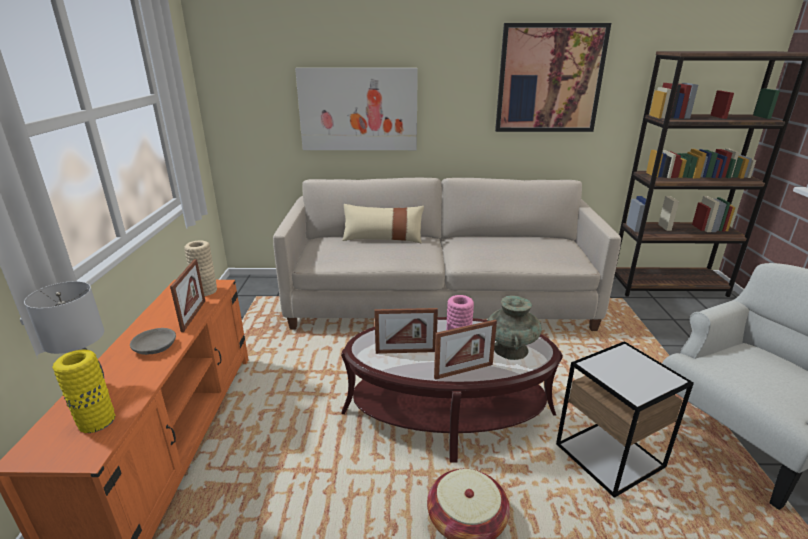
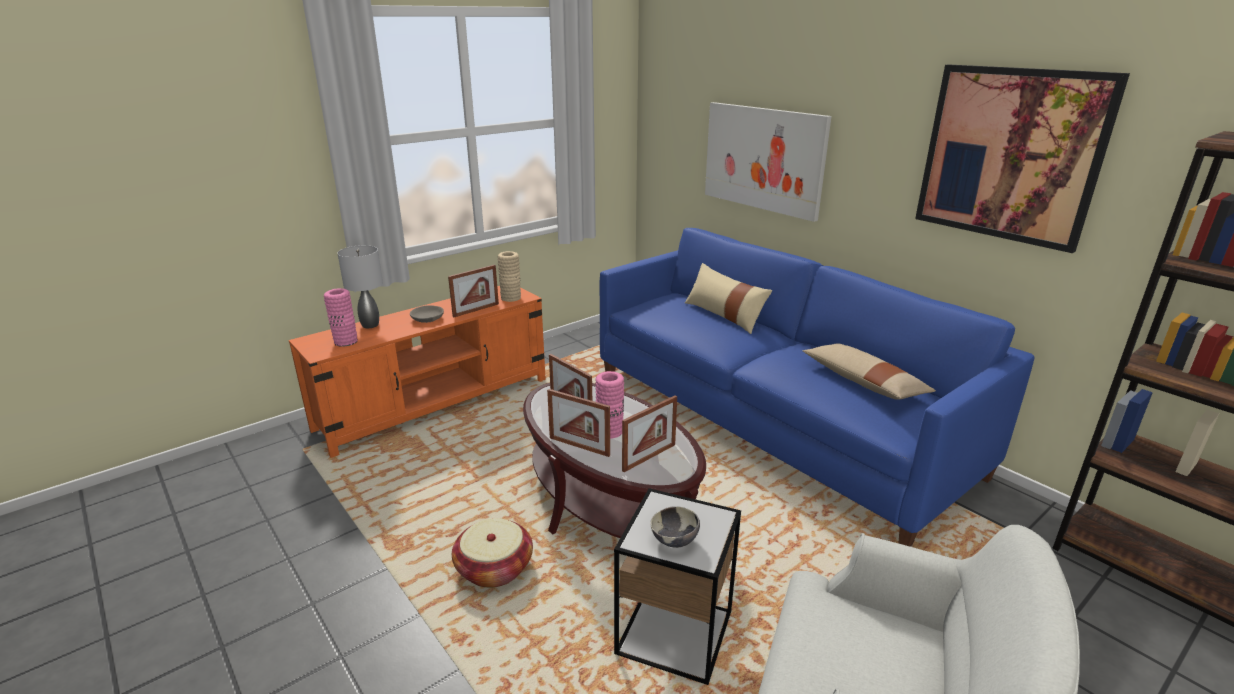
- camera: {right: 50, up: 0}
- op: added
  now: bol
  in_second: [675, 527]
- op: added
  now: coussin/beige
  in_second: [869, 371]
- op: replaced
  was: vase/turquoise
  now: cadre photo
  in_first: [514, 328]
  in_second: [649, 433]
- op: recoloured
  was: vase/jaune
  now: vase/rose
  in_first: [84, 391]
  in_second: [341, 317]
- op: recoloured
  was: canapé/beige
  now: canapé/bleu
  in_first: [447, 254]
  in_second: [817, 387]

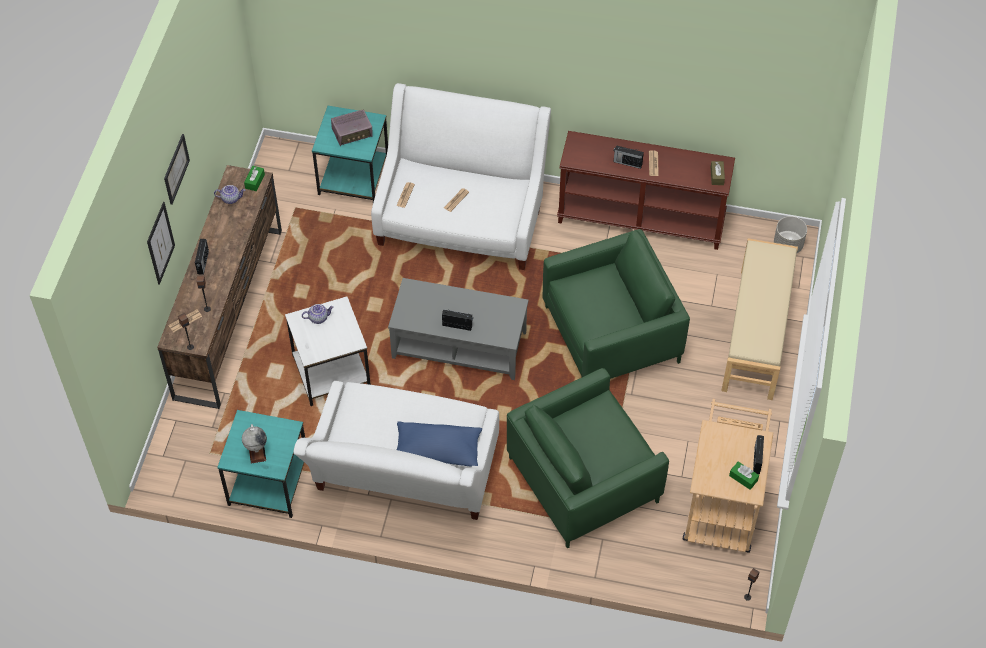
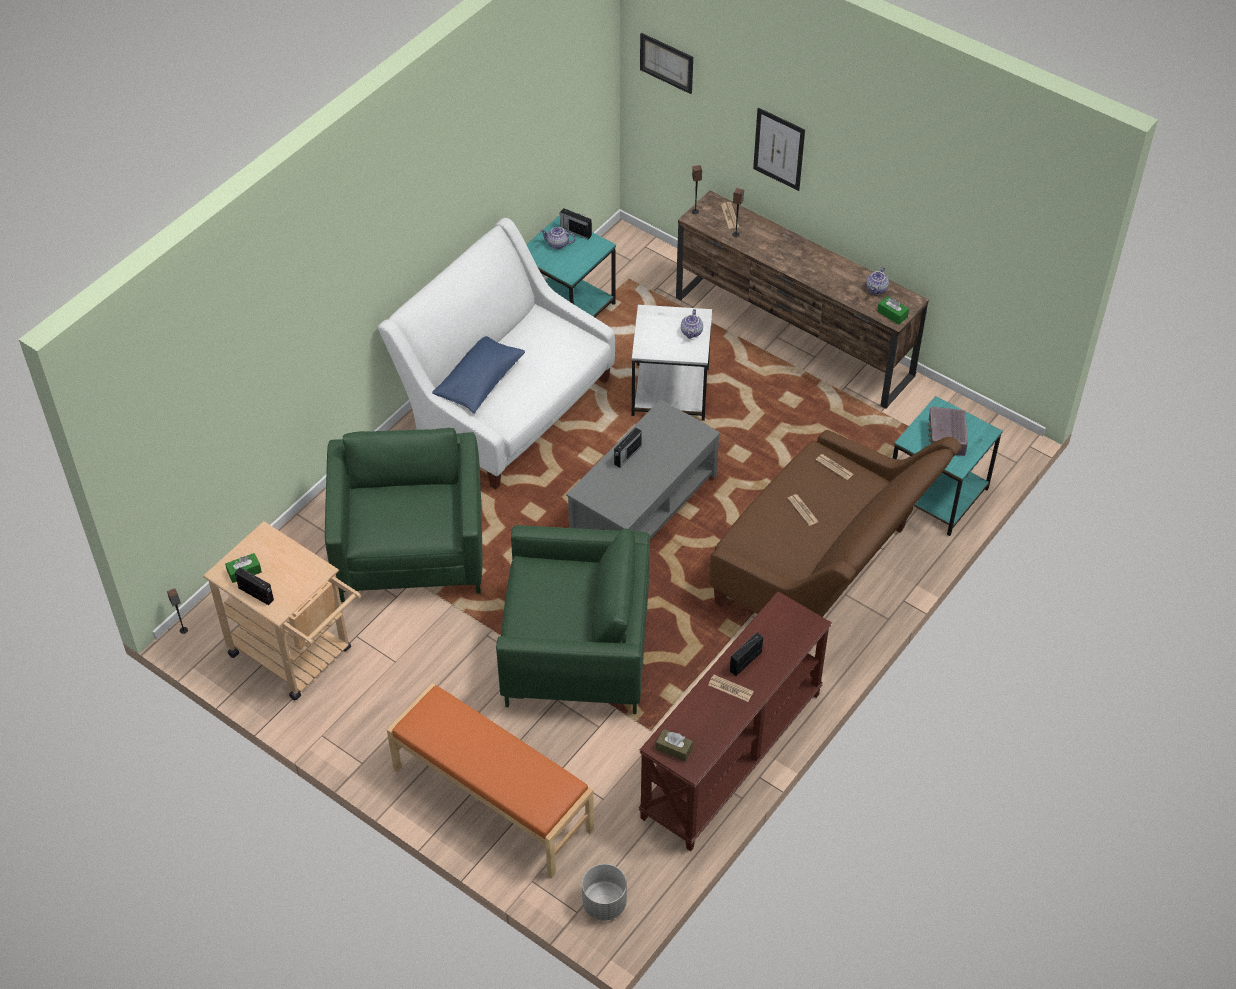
- camera: {right: 115, up: -5}
- op: moved
  was: tableau
  in_first: [177, 169]
  in_second: [666, 63]
- op: moved
  was: radio
  in_first: [202, 257]
  in_second: [576, 223]
- op: replaced
  was: globe
  now: théière
  in_first: [254, 444]
  in_second: [558, 238]
- op: recoloured
  was: canapé/blanc
  now: canapé/marron
  in_first: [461, 176]
  in_second: [836, 523]
- op: recoloured
  was: banc/beige
  now: banc/orange
  in_first: [759, 319]
  in_second: [490, 780]
- op: turned
  was: fauteuil/vert
  in_first: [616, 304]
  in_second: [573, 619]
  clockwise: -90

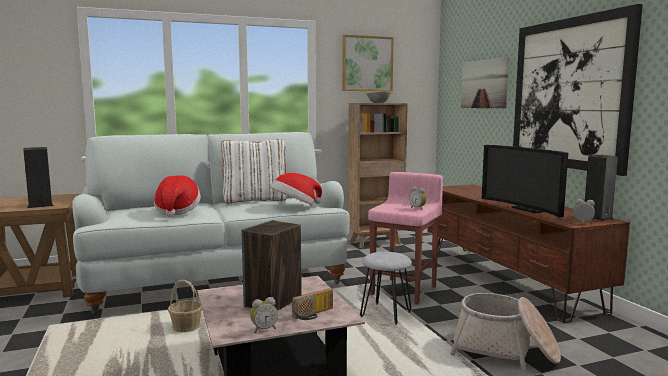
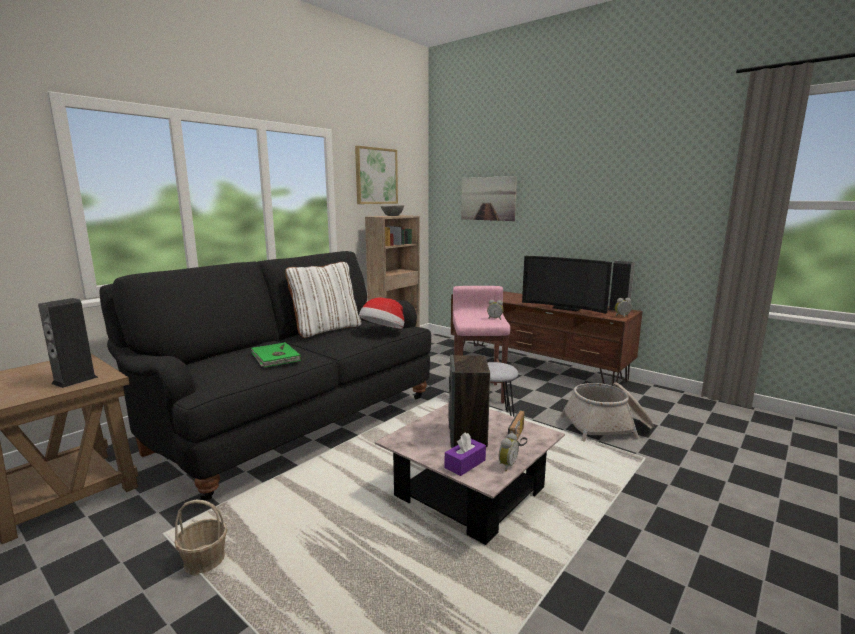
- camera: {right: -30, up: 5}
- op: removed
  was: tableau
  in_first: [578, 90]
- op: added
  now: boîte à mouchoirs/violet
  in_second: [465, 454]
- op: moved
  was: panier
  in_first: [185, 306]
  in_second: [200, 537]
- op: replaced
  was: chapeau
  now: livre/vert
  in_first: [177, 196]
  in_second: [276, 355]
- op: recoloured
  was: canapé/blanc
  now: canapé/noir
  in_first: [211, 223]
  in_second: [265, 376]

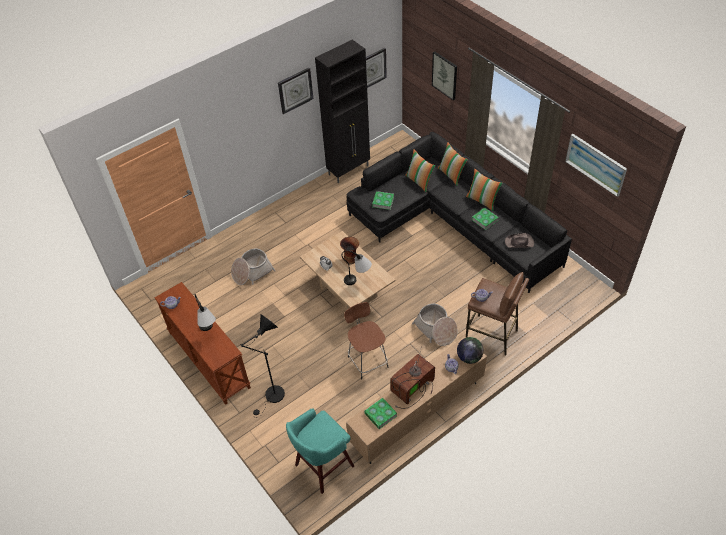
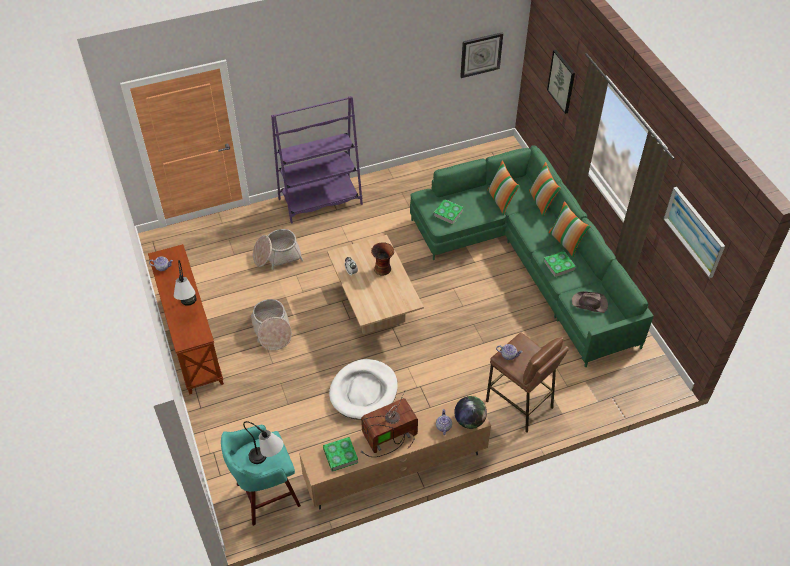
- camera: {right: 15, up: 0}
- op: removed
  was: lampadaire/noir
  in_first: [263, 366]
- op: removed
  was: horloge murale
  in_first: [295, 91]
- op: removed
  was: meuble de rangement/noir
  in_first: [342, 112]
- op: added
  now: bibliothèque/violet
  in_second: [317, 160]
- op: moved
  was: lampe de table
  in_first: [357, 267]
  in_second: [263, 442]
- op: moved
  was: panier
  in_first: [435, 324]
  in_second: [271, 324]
- op: replaced
  was: tabouret/marron
  now: panier pour chien/blanc
  in_first: [366, 340]
  in_second: [363, 389]
- op: recoloured
  was: canapé/noir
  now: canapé/vert
  in_first: [459, 212]
  in_second: [532, 256]

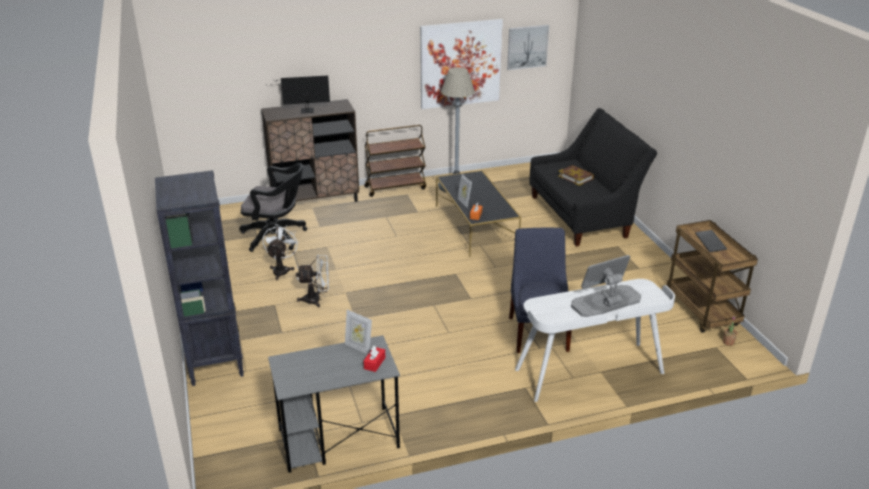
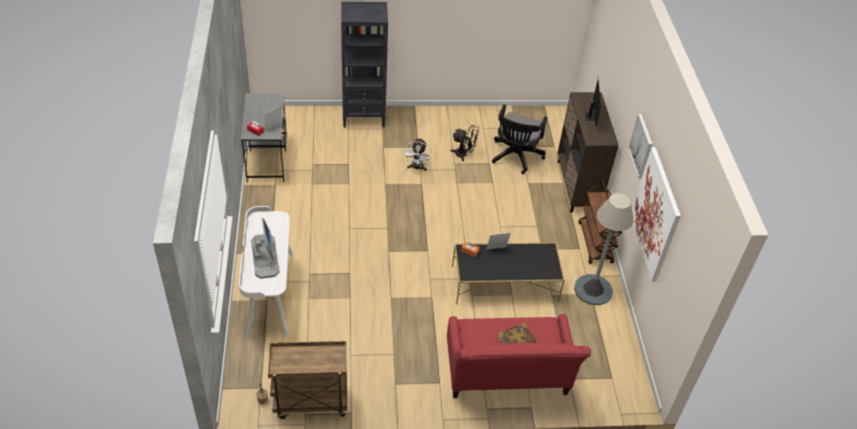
- camera: {right: 100, up: 15}
- op: removed
  was: chaise/bleu
  in_first: [540, 290]
- op: removed
  was: clavier
  in_first: [711, 241]
- op: moved
  was: tableau
  in_first: [528, 47]
  in_second: [640, 146]
- op: recoloured
  was: ventilateur/blanc
  now: ventilateur/noir
  in_first: [281, 252]
  in_second: [465, 143]
- op: recoloured
  was: canapé/noir
  now: canapé/rouge
  in_first: [593, 177]
  in_second: [519, 356]

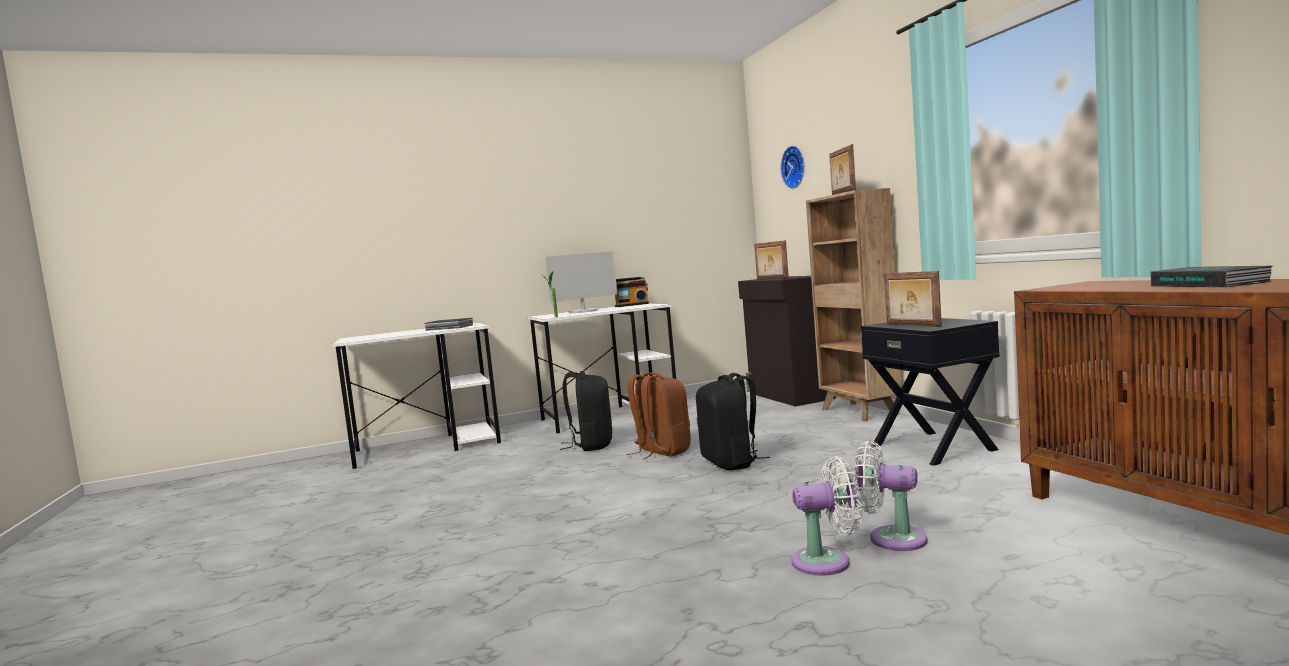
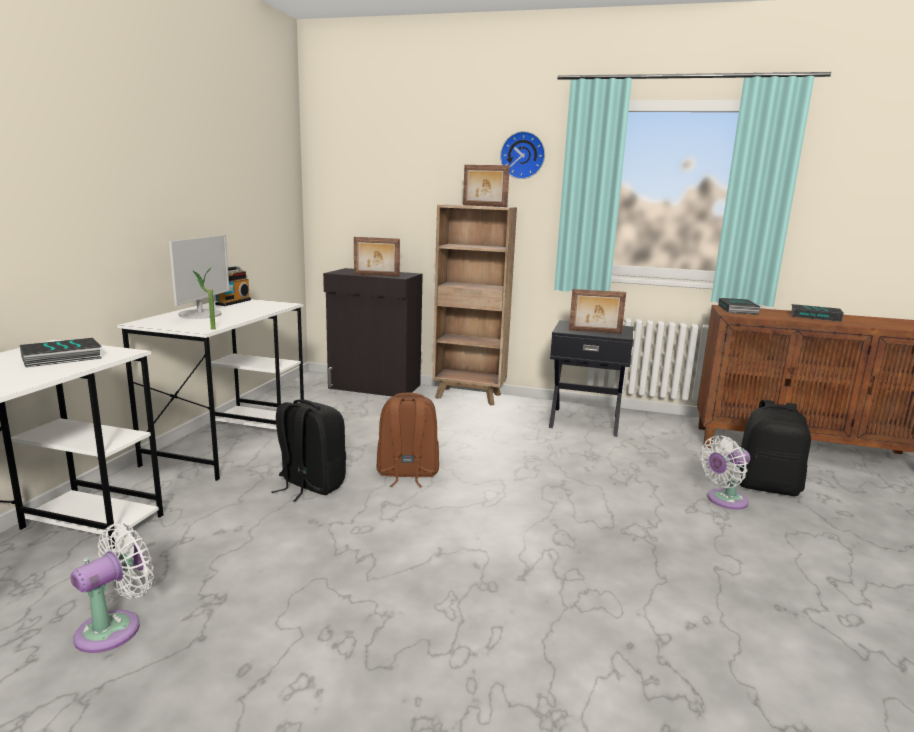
- camera: {right: -55, up: 10}
- op: added
  now: livre
  in_second: [739, 306]
- op: moved
  was: sac à dos/noir
  in_first: [733, 421]
  in_second: [775, 448]
- op: moved
  was: horloge murale
  in_first: [793, 167]
  in_second: [522, 155]
- op: moved
  was: ventilateur/blanc
  in_first: [826, 516]
  in_second: [112, 588]

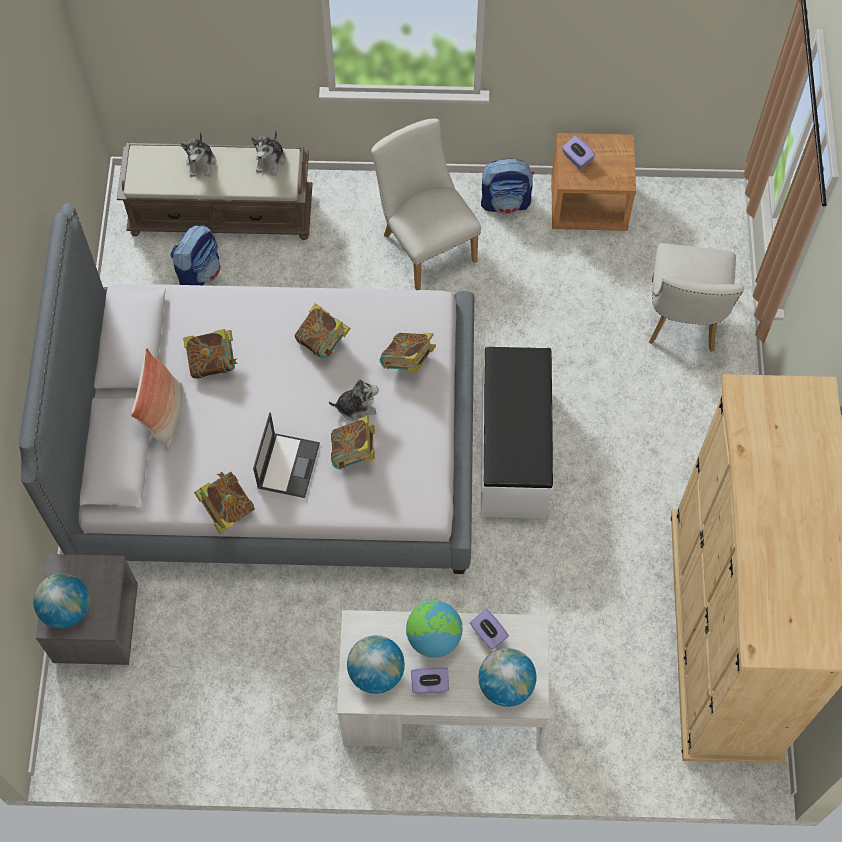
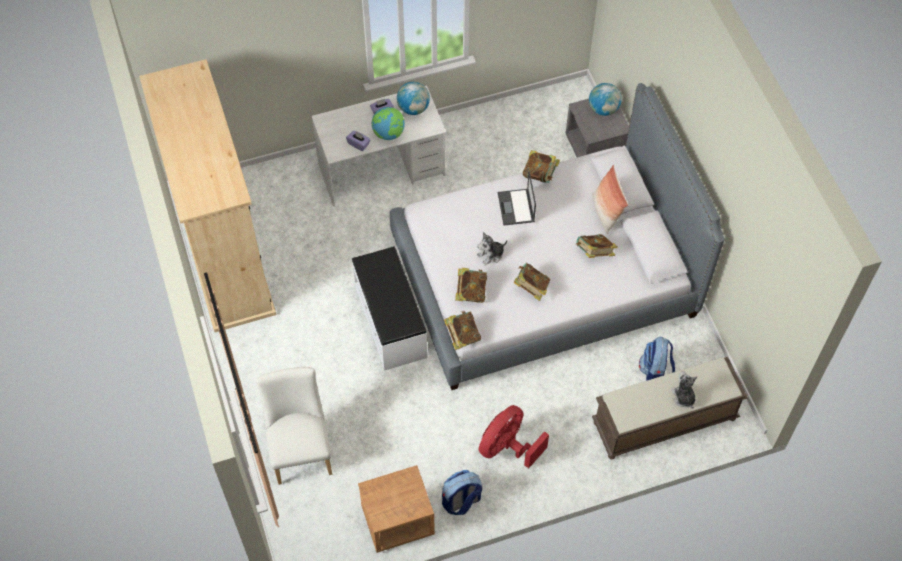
- camera: {right: 160, up: -5}
- op: removed
  was: peluche
  in_first: [268, 153]
- op: removed
  was: globe
  in_first: [508, 677]
- op: removed
  was: boîte à mouchoirs/violet
  in_first: [578, 152]
- op: moved
  was: livre
  in_first: [353, 443]
  in_second: [462, 330]
- op: replaced
  was: chaise/blanc
  now: ventilateur/rouge
  in_first: [426, 204]
  in_second: [514, 436]

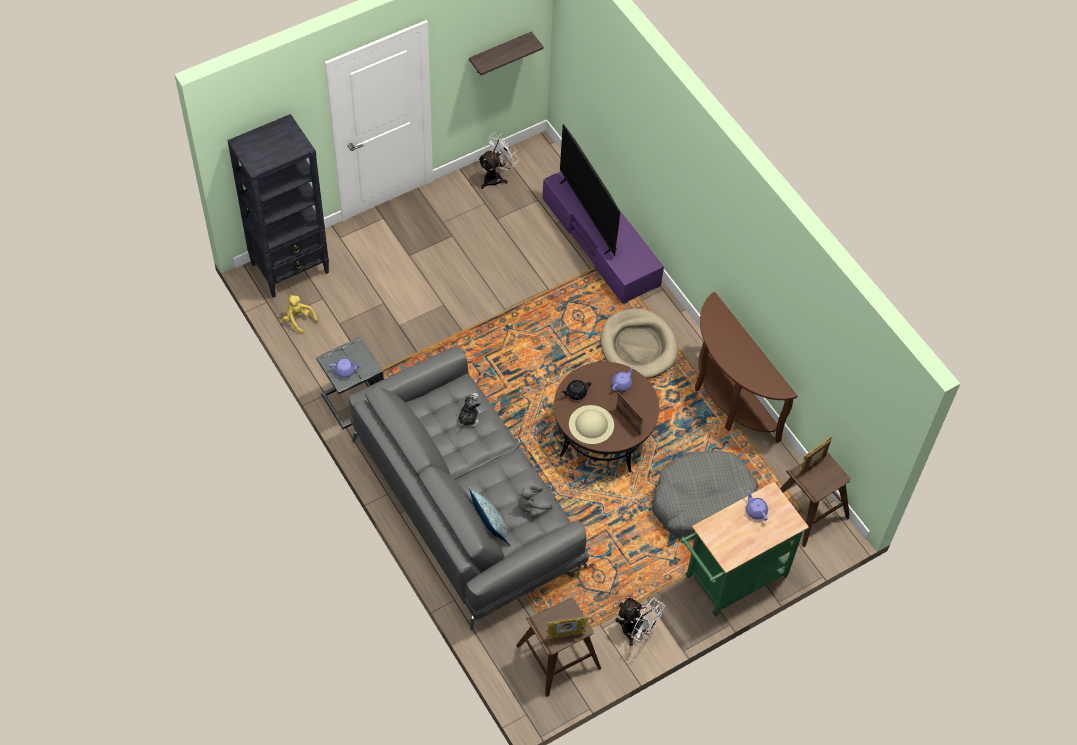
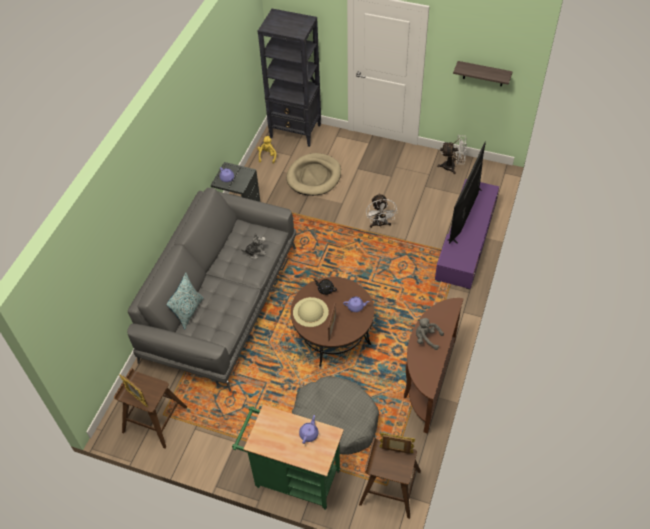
- camera: {right: 55, up: -5}
- op: moved
  was: peluche/gris
  in_first: [535, 501]
  in_second: [430, 334]
- op: moved
  was: panier pour chien/beige
  in_first: [639, 343]
  in_second: [313, 174]
- op: moved
  was: ventilateur/blanc
  in_first: [640, 621]
  in_second: [382, 211]

